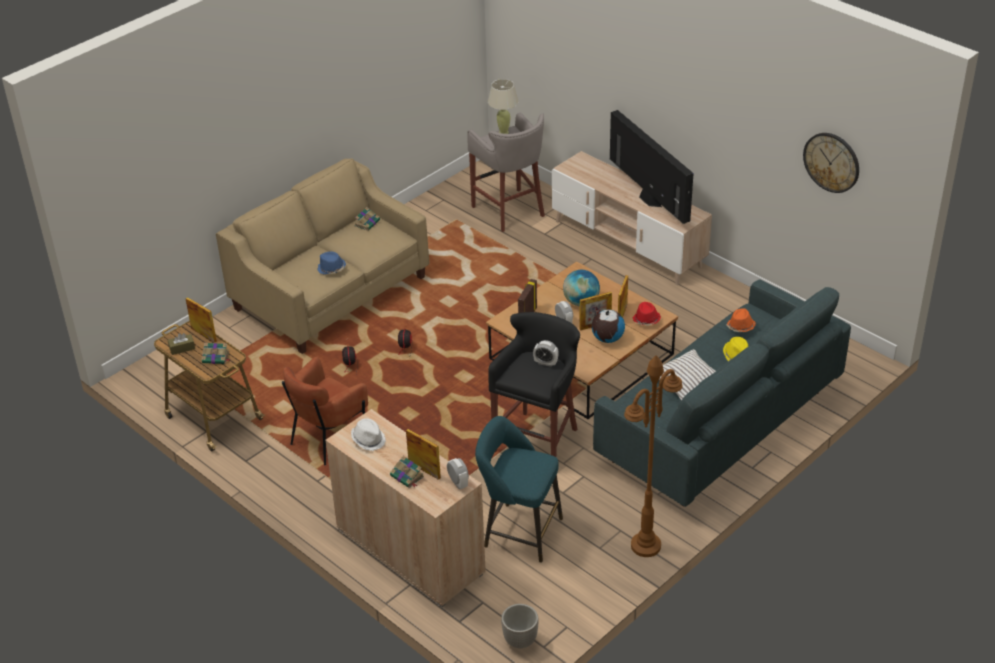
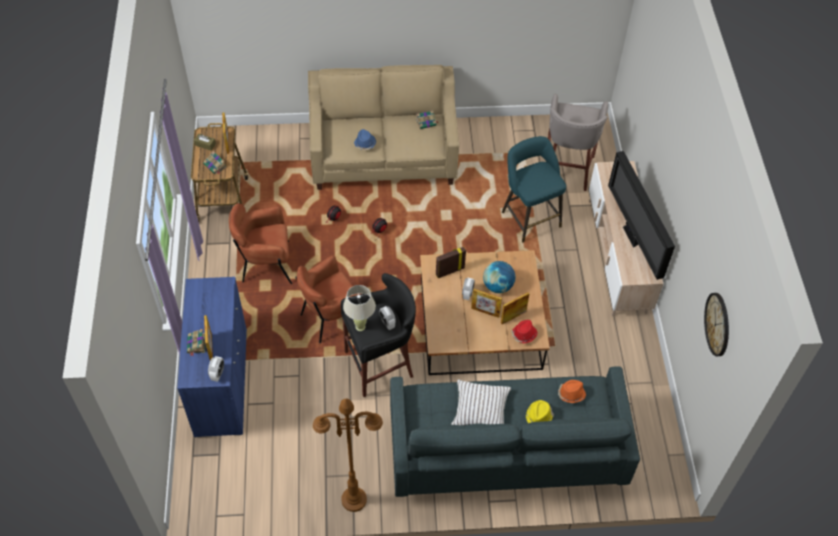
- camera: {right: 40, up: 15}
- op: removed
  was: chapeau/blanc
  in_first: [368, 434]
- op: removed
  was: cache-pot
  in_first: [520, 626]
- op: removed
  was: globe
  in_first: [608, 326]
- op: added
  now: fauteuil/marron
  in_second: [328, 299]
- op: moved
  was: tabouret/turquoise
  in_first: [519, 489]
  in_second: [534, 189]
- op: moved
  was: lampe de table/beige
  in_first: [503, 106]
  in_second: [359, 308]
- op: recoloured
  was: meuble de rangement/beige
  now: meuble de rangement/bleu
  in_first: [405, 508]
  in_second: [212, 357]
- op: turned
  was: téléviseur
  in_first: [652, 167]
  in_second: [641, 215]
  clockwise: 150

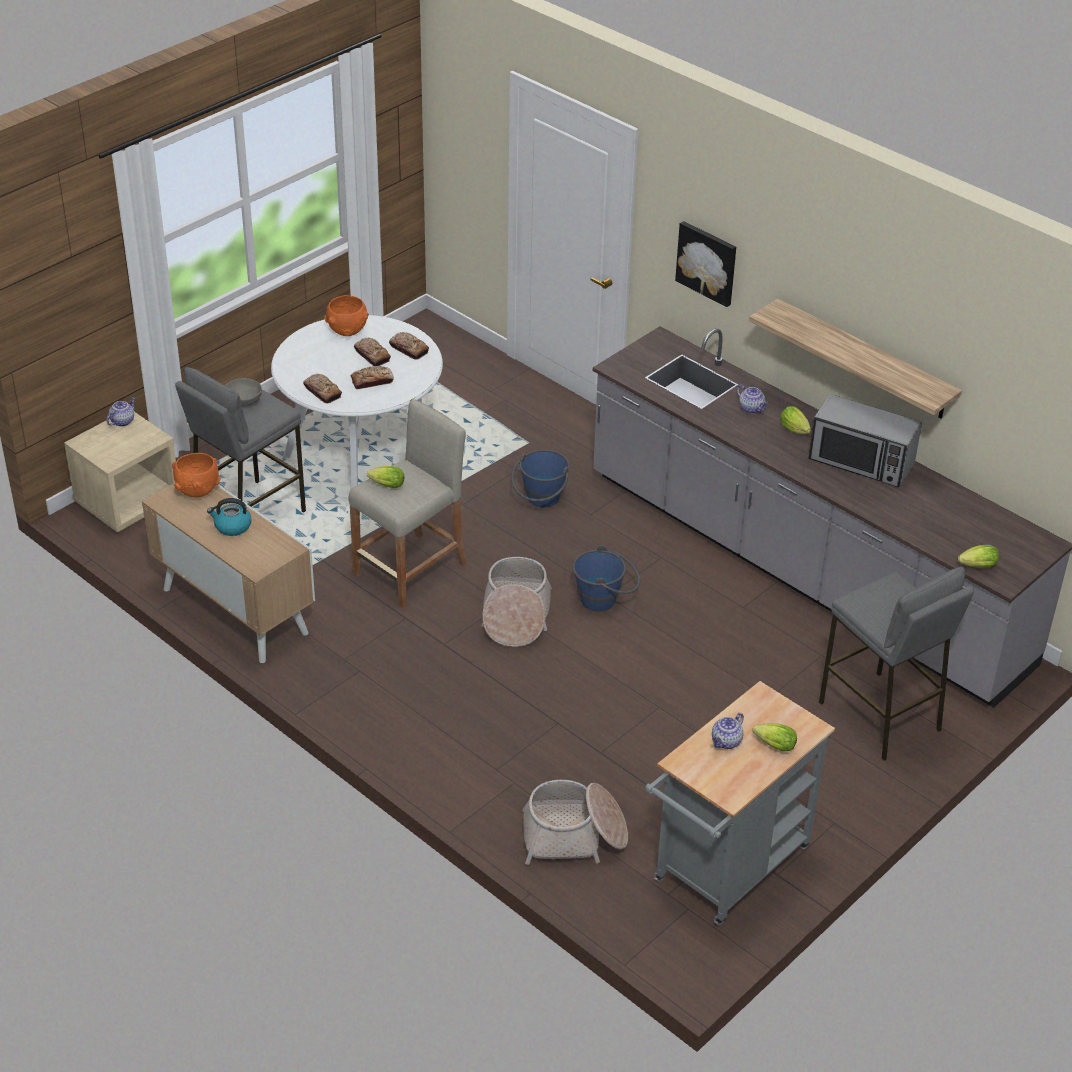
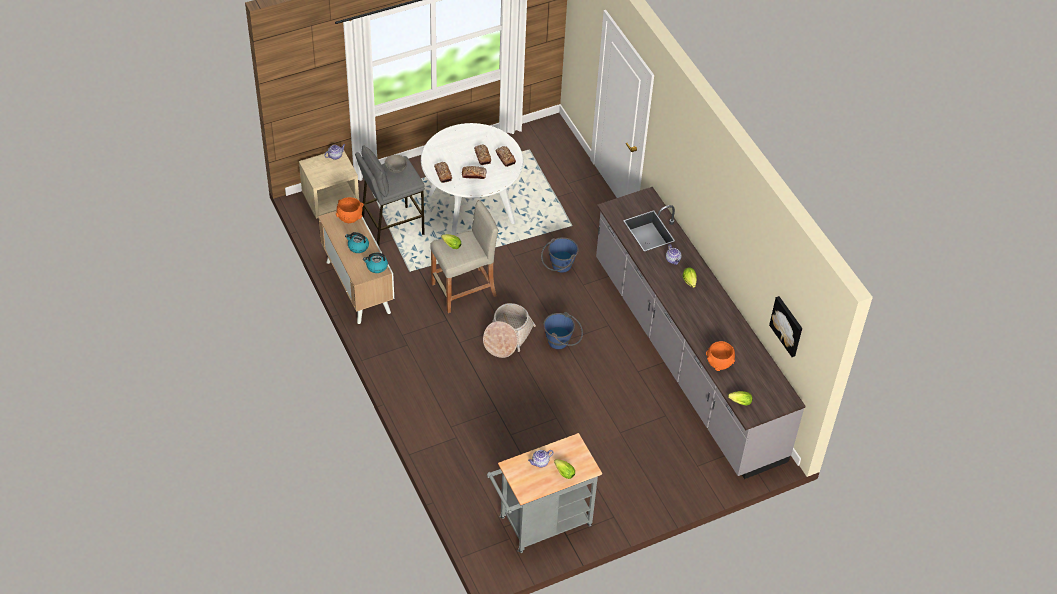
- camera: {right: 20, up: 10}
- op: removed
  was: panier
  in_first: [575, 822]
- op: removed
  was: étagère
  in_first: [855, 359]
- op: removed
  was: micro-ondes
  in_first: [865, 440]
- op: removed
  was: tabouret/gris
  in_first: [896, 664]
- op: added
  now: bouilloire
  in_second: [375, 263]
- op: moved
  was: bol/orange
  in_first: [346, 315]
  in_second: [720, 356]
- op: moved
  was: tableau
  in_first: [705, 264]
  in_second: [785, 326]

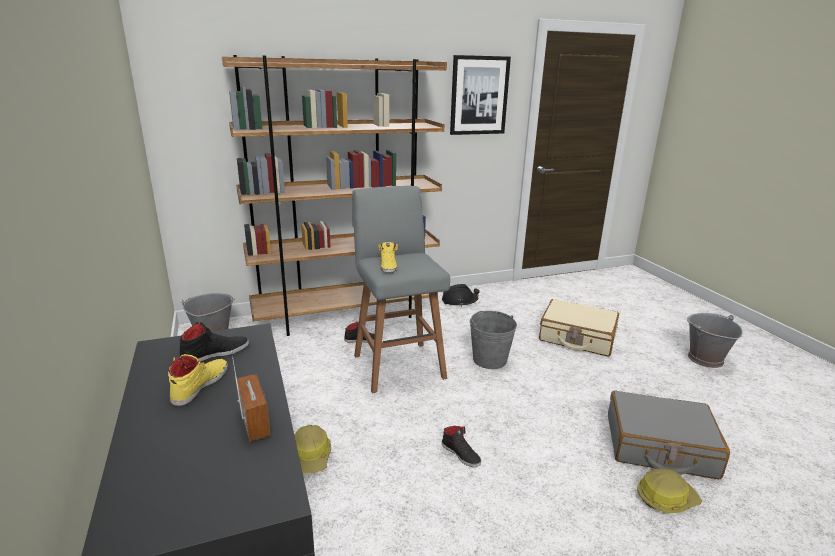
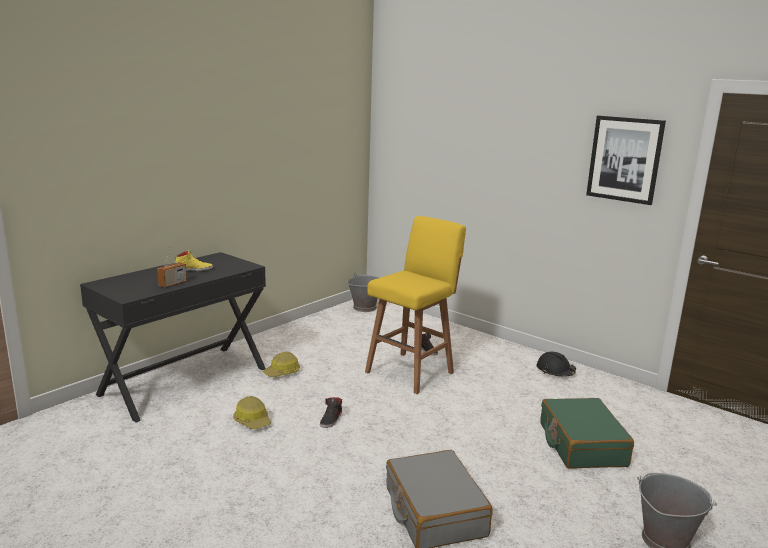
- camera: {right: 60, up: -5}
- op: removed
  was: chaussure/noir
  in_first: [214, 342]
- op: removed
  was: bibliothèque/marron
  in_first: [334, 195]
- op: removed
  was: chaussure/jaune
  in_first: [388, 257]
- op: removed
  was: seau/gris
  in_first: [493, 340]
- op: moved
  was: casque de chantier
  in_first: [669, 491]
  in_second: [252, 412]
- op: recoloured
  was: tabouret/gris
  now: tabouret/jaune
  in_first: [401, 289]
  in_second: [415, 305]
- op: recoloured
  was: valise/beige
  now: valise/vert
  in_first: [579, 328]
  in_second: [587, 433]

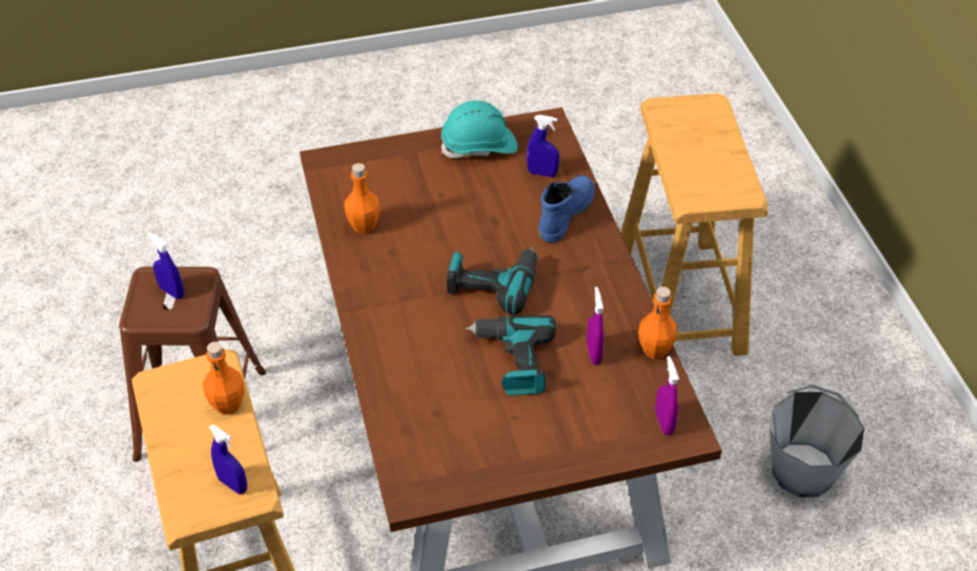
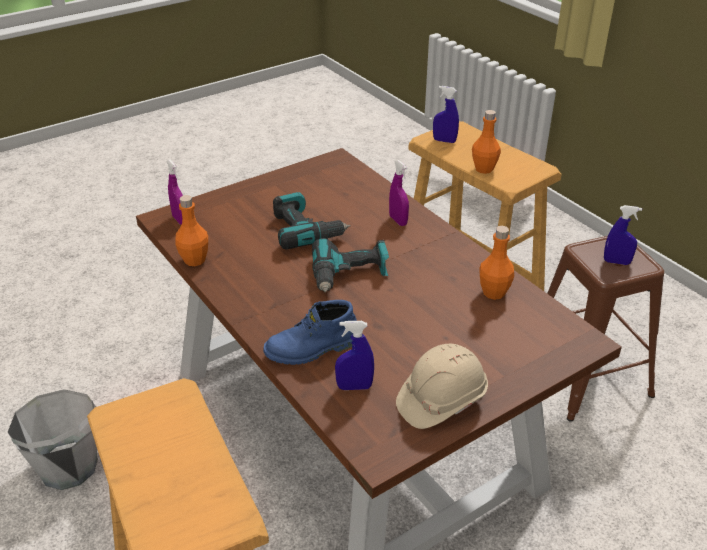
- camera: {right: 160, up: -10}
- op: moved
  was: vaporisateur/violet
  in_first: [595, 326]
  in_second: [399, 193]
- op: recoloured
  was: casque de chantier/turquoise
  now: casque de chantier/beige
  in_first: [479, 129]
  in_second: [442, 386]
- op: turned
  was: botte/bleu
  in_first: [567, 209]
  in_second: [310, 332]
  clockwise: 60

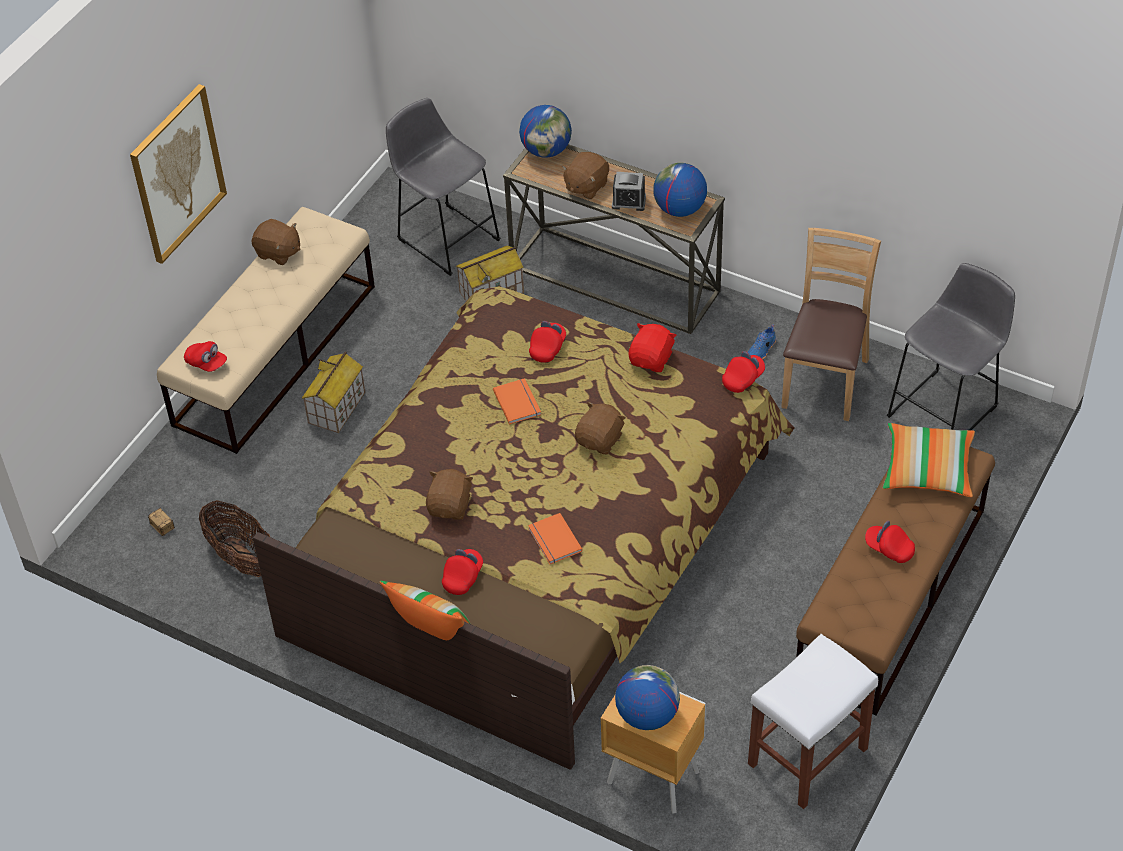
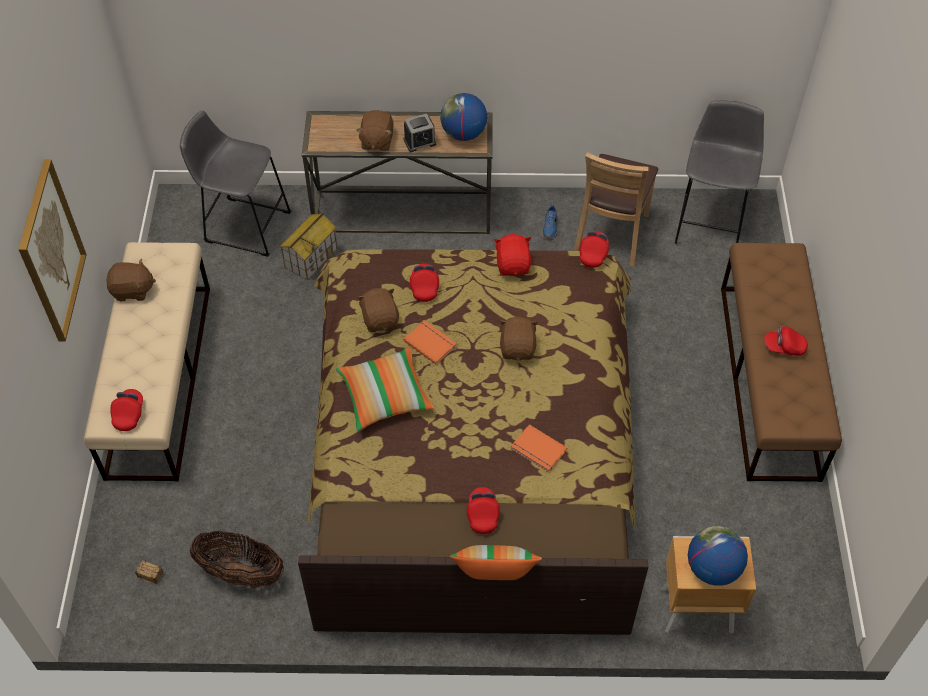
- camera: {right: -30, up: 5}
- op: removed
  was: maison miniature
  in_first: [333, 392]
- op: removed
  was: globe
  in_first: [545, 131]
- op: removed
  was: tabouret/blanc
  in_first: [813, 721]
- op: moved
  was: peluche/marron
  in_first: [449, 494]
  in_second: [378, 310]
- op: moved
  was: coussin
  in_first: [929, 460]
  in_second: [385, 390]
- op: turned
  was: casquette/rouge
  in_first: [205, 356]
  in_second: [126, 410]
  clockwise: -90
- op: turned
  was: chaise/marron
  in_first: [831, 324]
  in_second: [616, 209]
  clockwise: -150

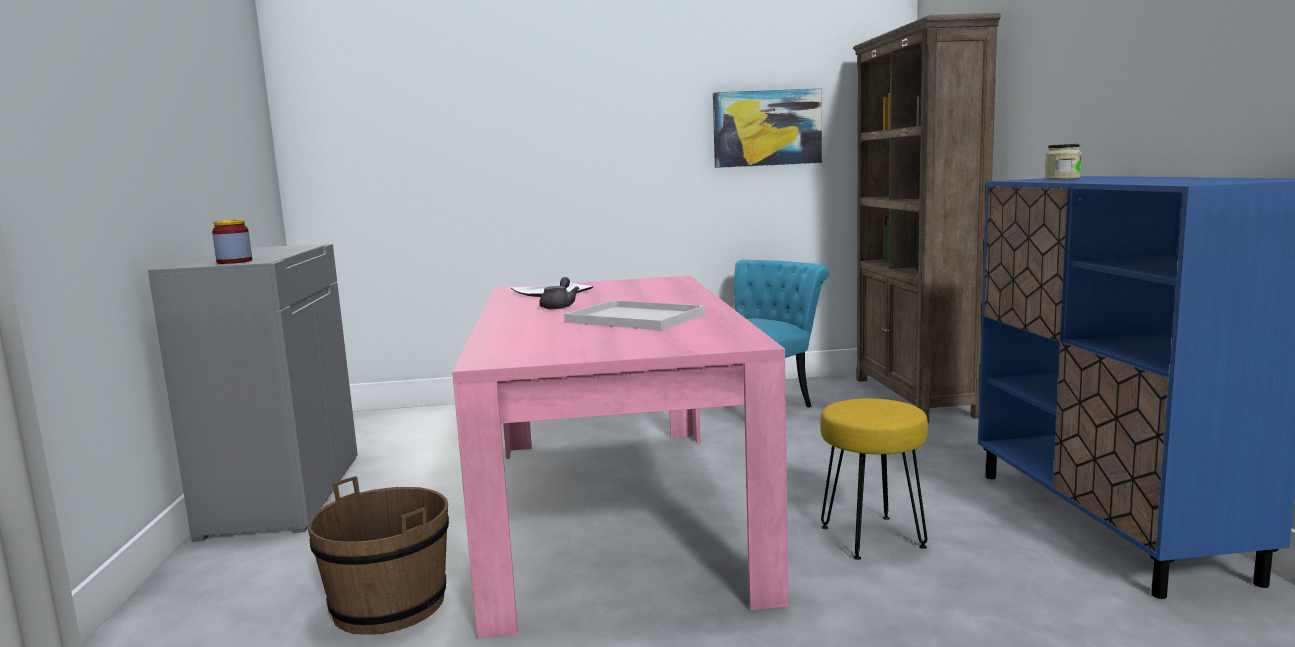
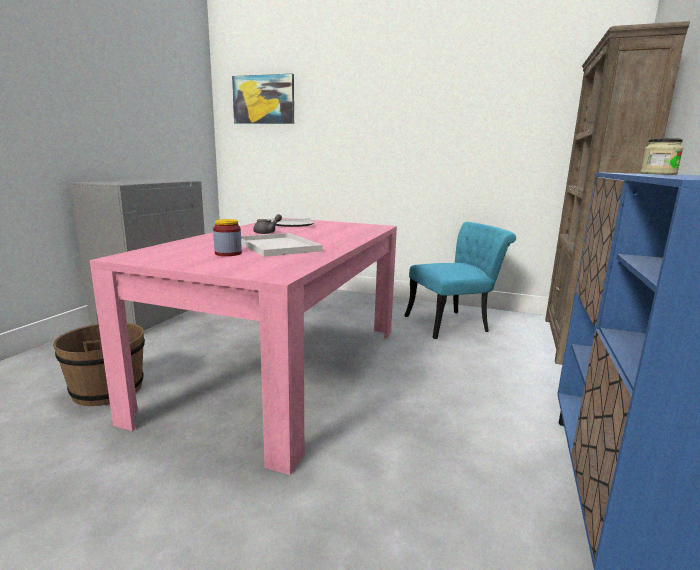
- camera: {right: 25, up: 5}
- op: removed
  was: tabouret/jaune
  in_first: [874, 479]
- op: moved
  was: bocal
  in_first: [232, 241]
  in_second: [227, 237]
- op: moved
  was: tableau
  in_first: [767, 128]
  in_second: [263, 99]

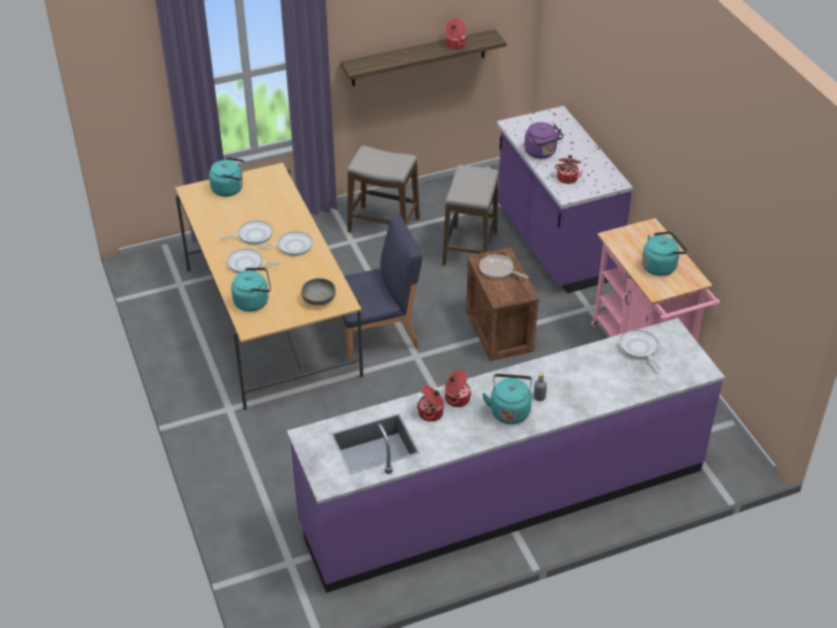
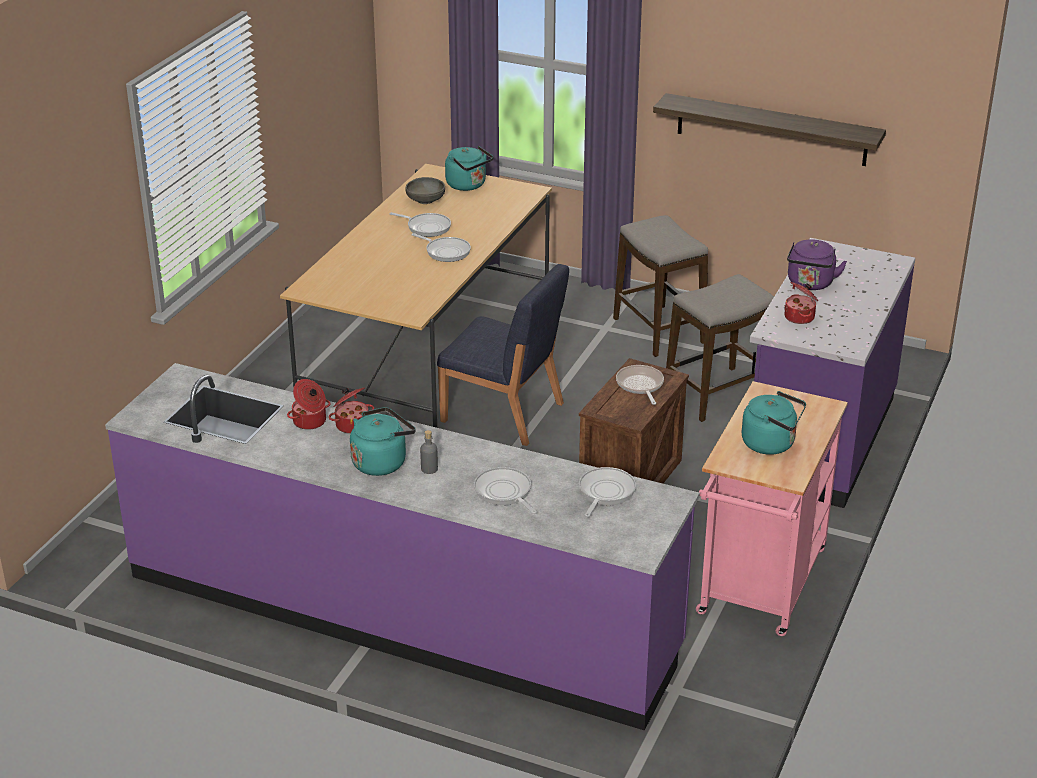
- camera: {right: 45, up: -10}
- op: removed
  was: bouilloire/turquoise
  in_first: [251, 290]
- op: removed
  was: marmite
  in_first: [455, 34]
- op: moved
  was: poêle
  in_first: [253, 260]
  in_second: [505, 490]
- op: moved
  was: bol/gris
  in_first: [318, 292]
  in_second: [425, 190]

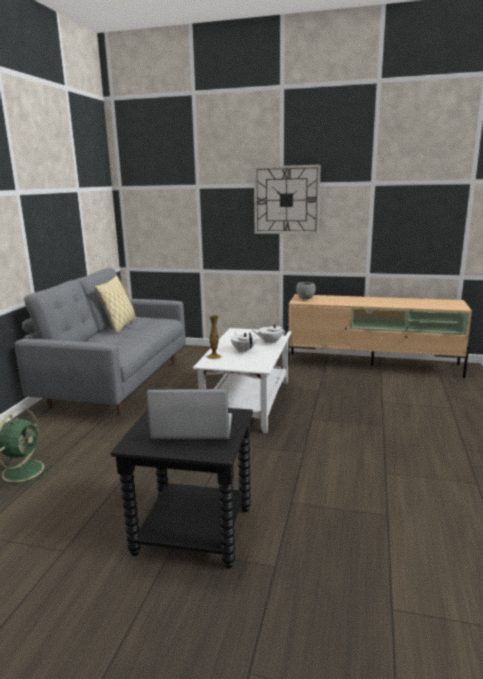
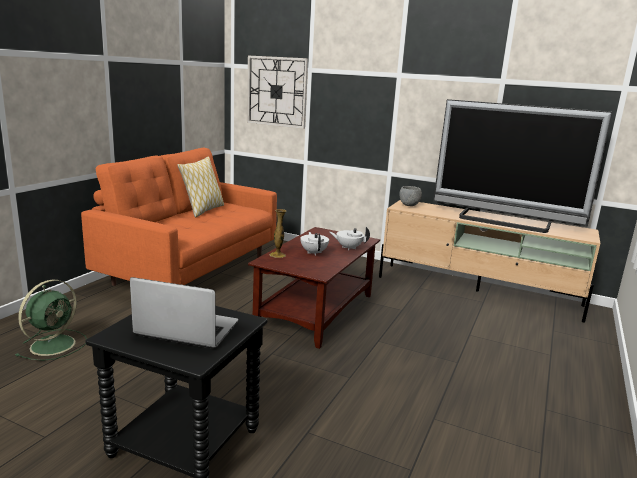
- camera: {right: 10, up: 0}
- op: added
  now: téléviseur
  in_second: [522, 166]
- op: moved
  was: horloge murale
  in_first: [287, 199]
  in_second: [277, 92]
- op: recoloured
  was: canapé/gris
  now: canapé/orange
  in_first: [100, 342]
  in_second: [179, 217]
- op: recoloured
  was: table basse/blanc
  now: table basse/marron
  in_first: [242, 380]
  in_second: [314, 288]

